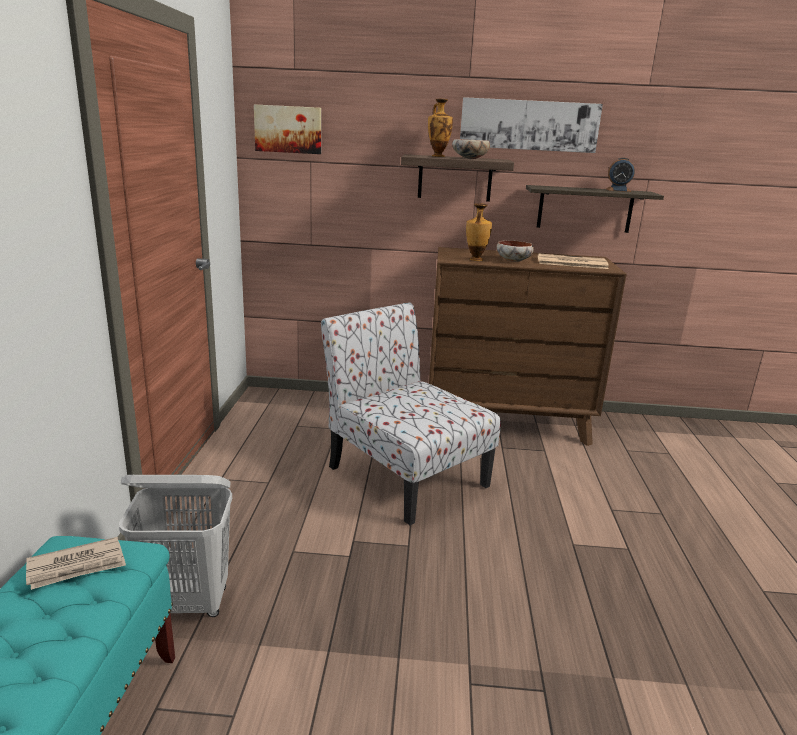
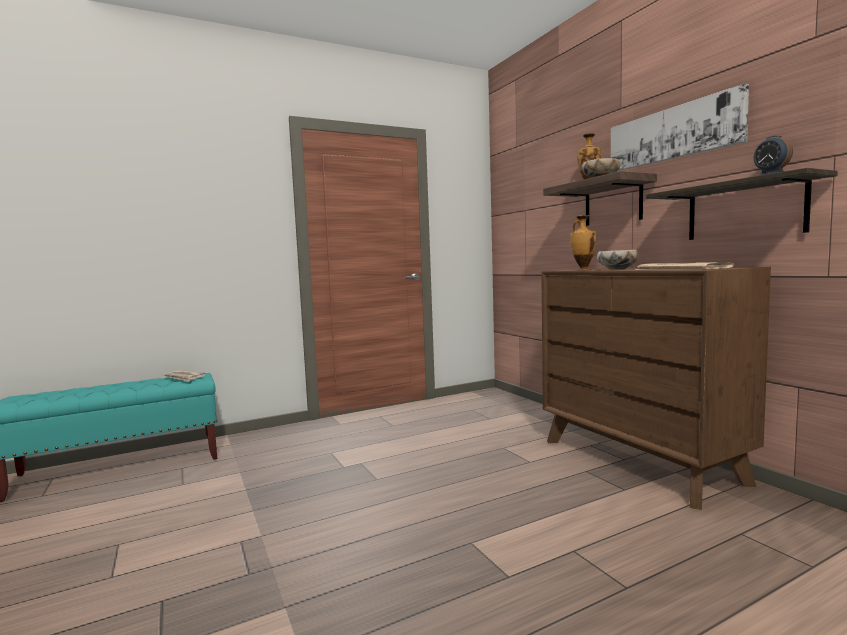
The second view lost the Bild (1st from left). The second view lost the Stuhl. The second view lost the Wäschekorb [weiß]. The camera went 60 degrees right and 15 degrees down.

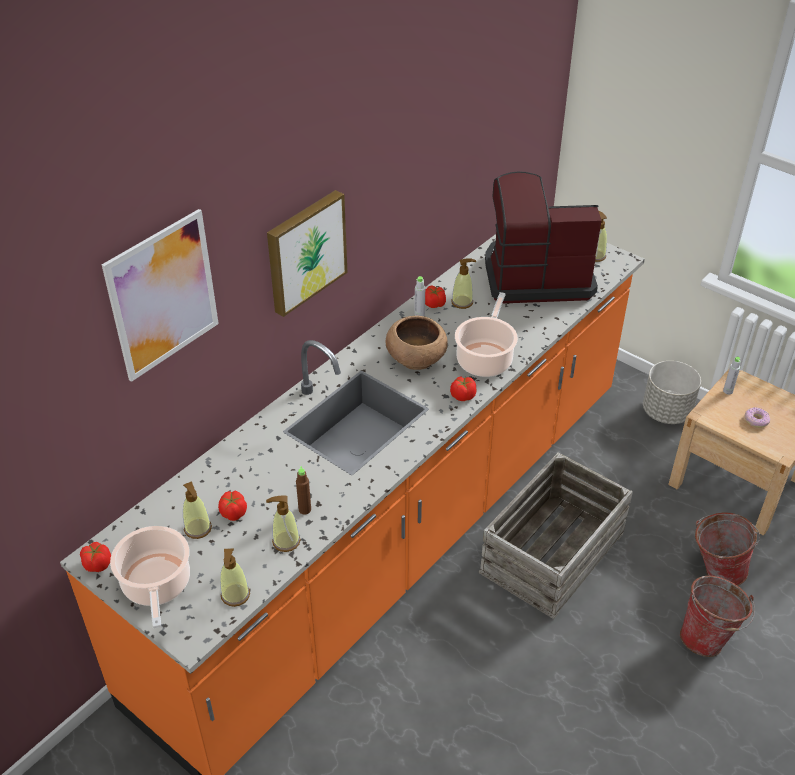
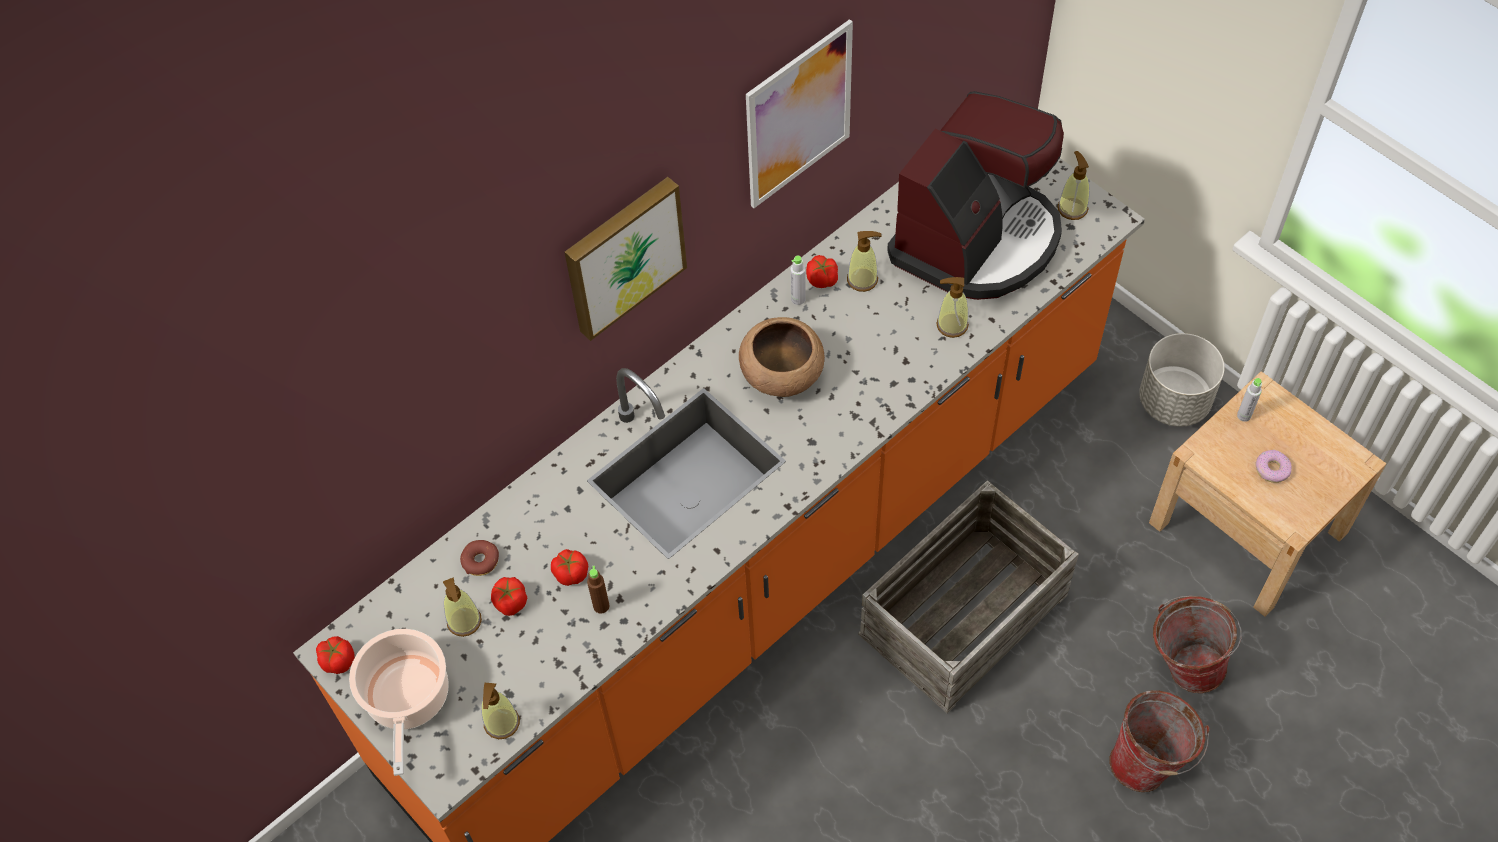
The Kaffeemaschine ended up facing another way, 120 degrees clockwise from before. The Bild (1st from left in the first image) ended up elsewhere. The second view lost the Kochtopf (2nd from left). The Tomate (4th from left in the first image) ended up elsewhere. The Seifenspender (3rd from left in the first image) ended up elsewhere. The second view gained the Donut (1st from left). The camera went 10 degrees right and 15 degrees up.

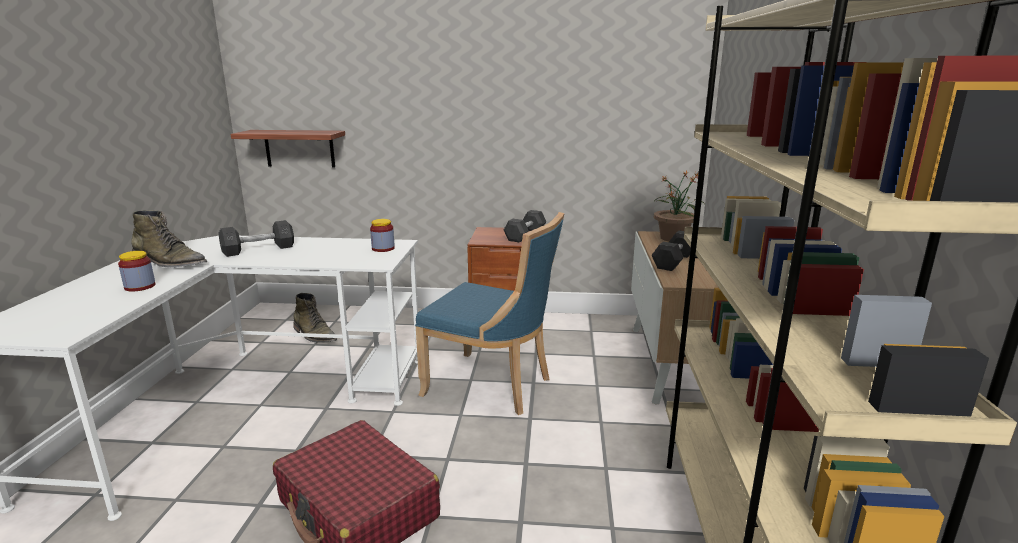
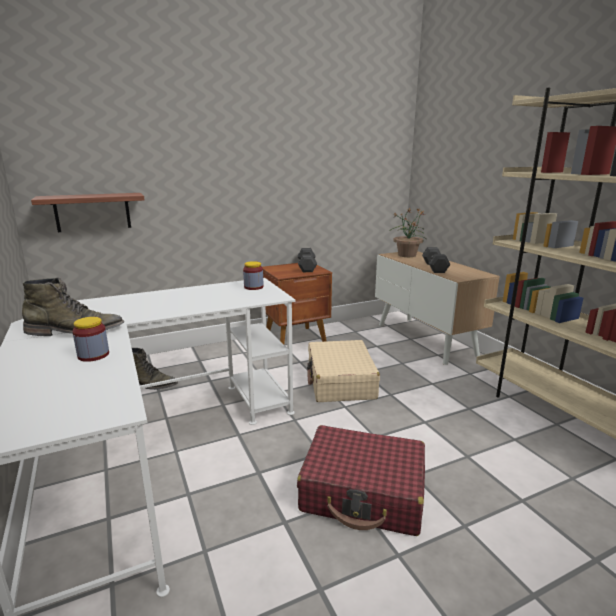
Where the Stuhl [blau] stood, the Koffer [beige] came to stand. The second view lost the Hantel [grau] (1st from left). The camera went 30 degrees left and 0 degrees up.

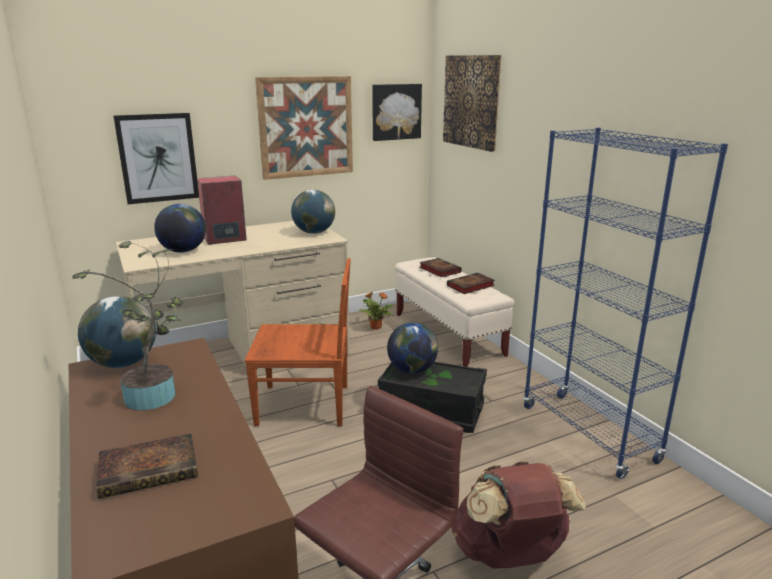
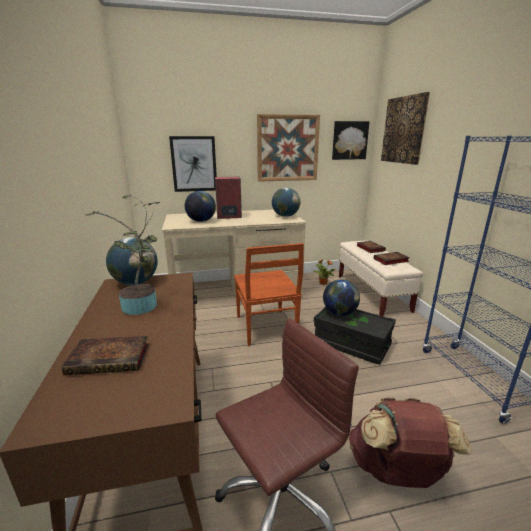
The Stuhl [braun] ended up facing another way, 60 degrees clockwise from before. The camera went 15 degrees right and 0 degrees up.

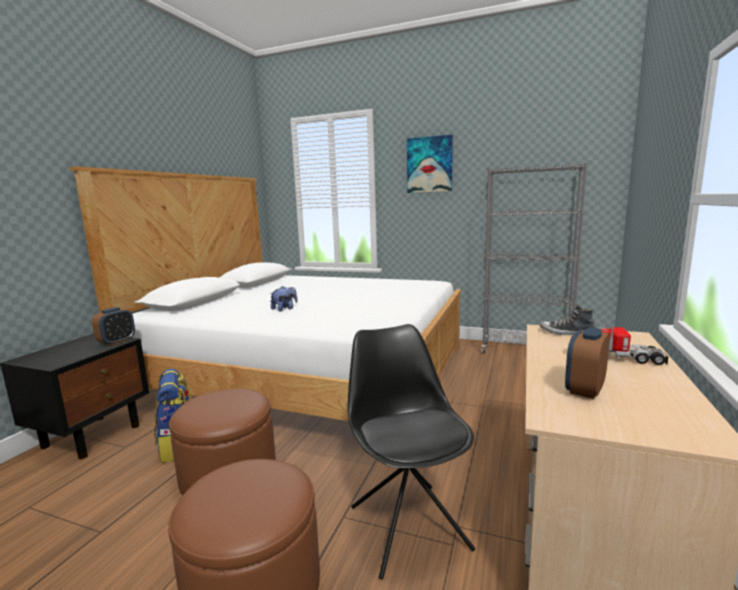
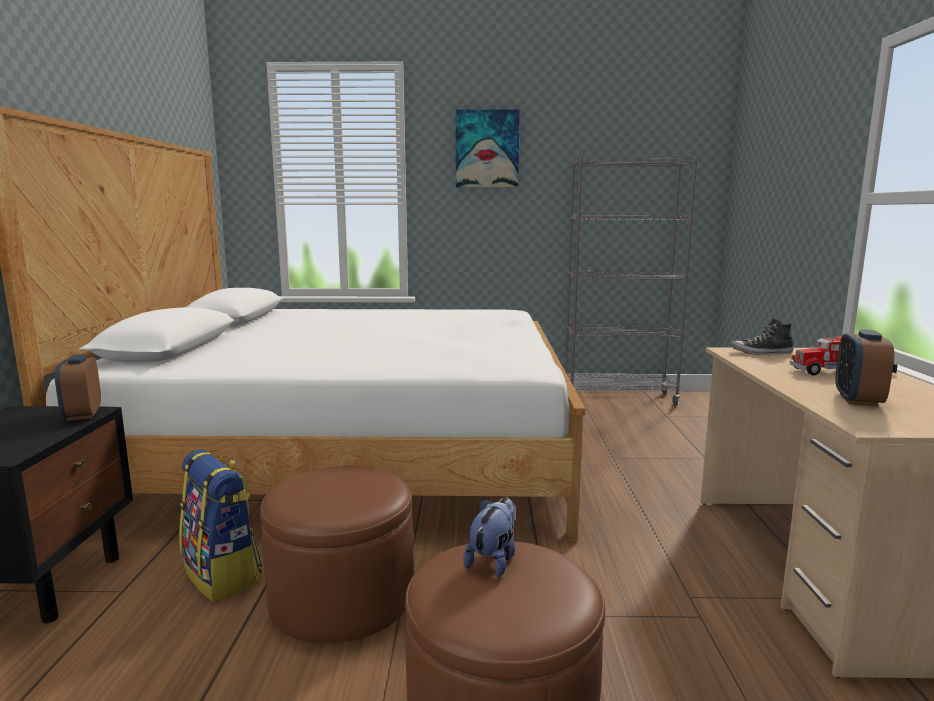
The Plüschtier ended up elsewhere. The Wecker (1st from left) ended up facing another way, 150 degrees clockwise from before. The second view lost the Stuhl [schwarz]. The camera went 20 degrees left and 0 degrees up.

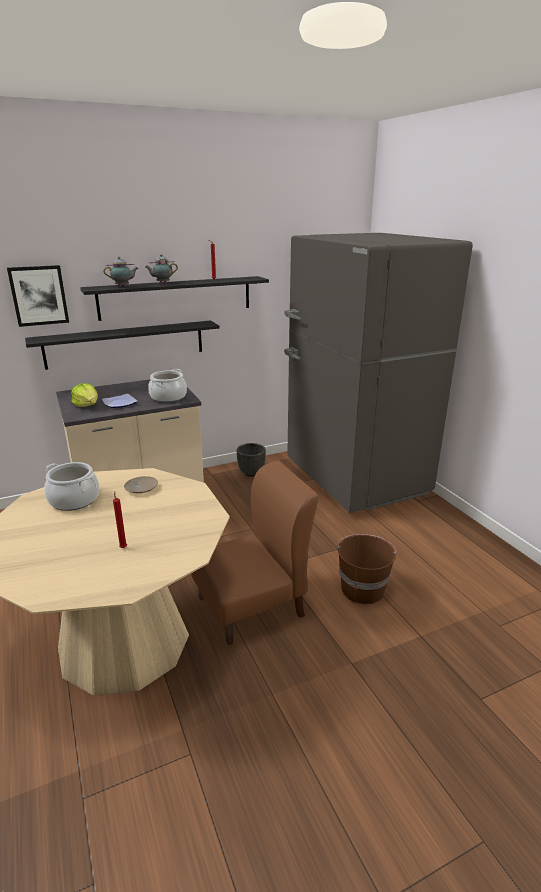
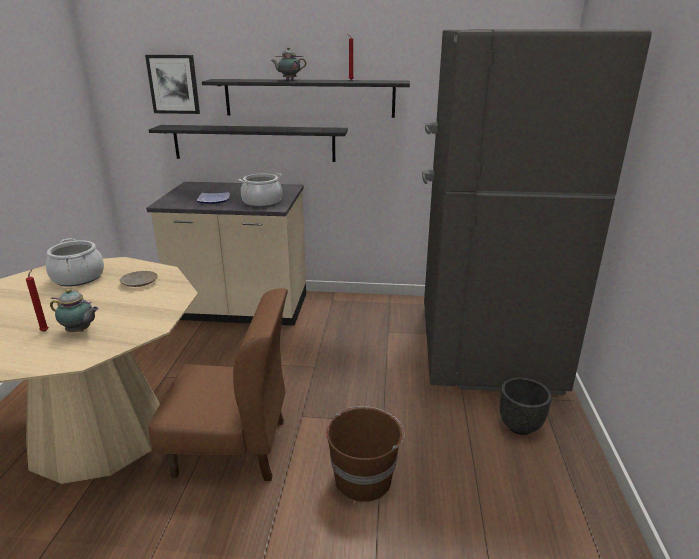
The Teekanne (1st from left) ended up elsewhere. The second view lost the Salatkopf. The Pflanzkübel [schwarz] ended up elsewhere. The camera went 30 degrees right and 0 degrees up.

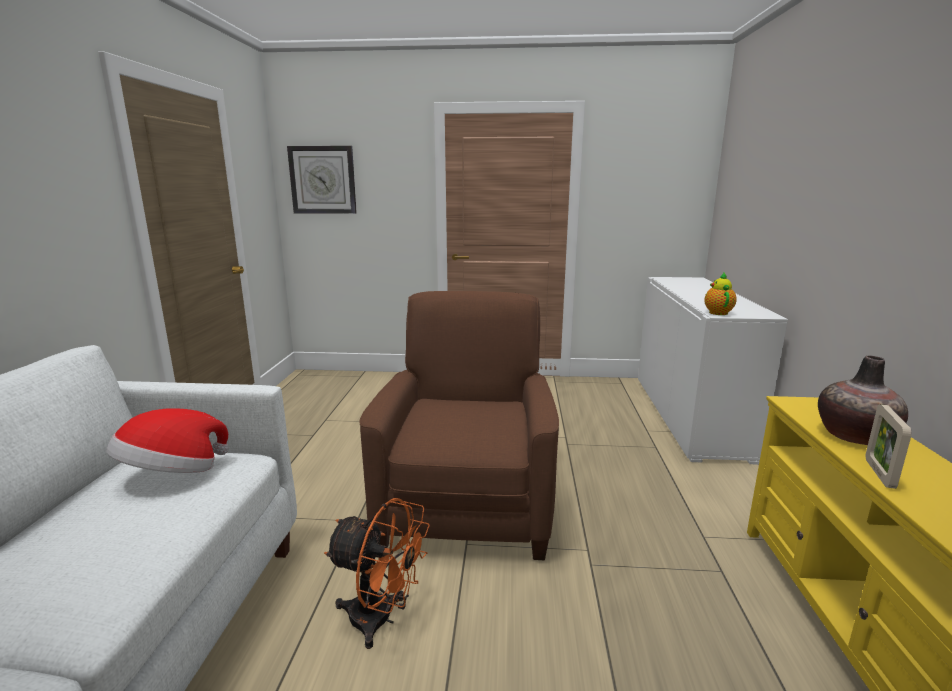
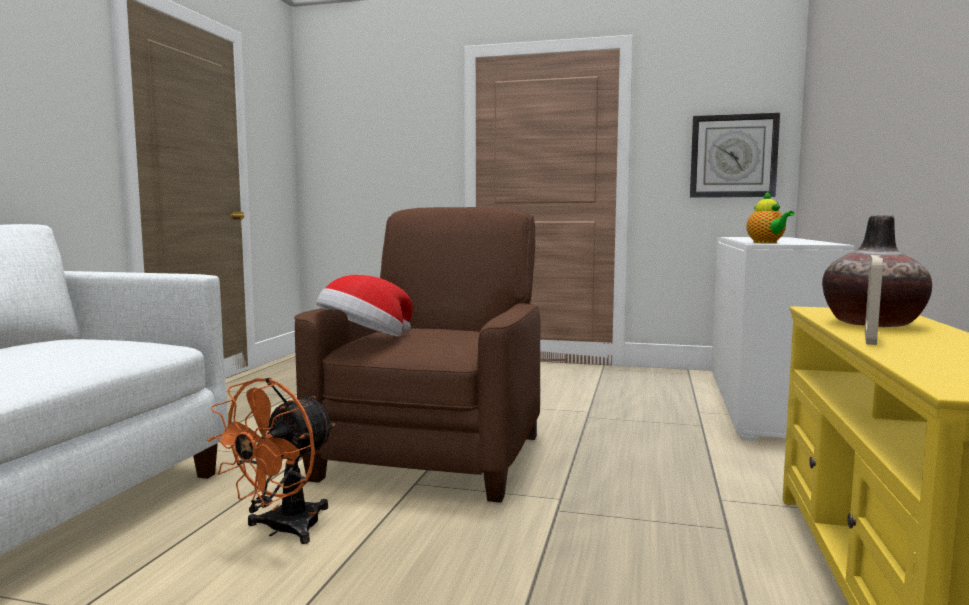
The Wanduhr ended up elsewhere. The Teekanne ended up facing another way, 150 degrees clockwise from before. The Hut ended up elsewhere. The Ventilator [orange] ended up facing another way, 90 degrees clockwise from before. The camera went 10 degrees right and 10 degrees down.

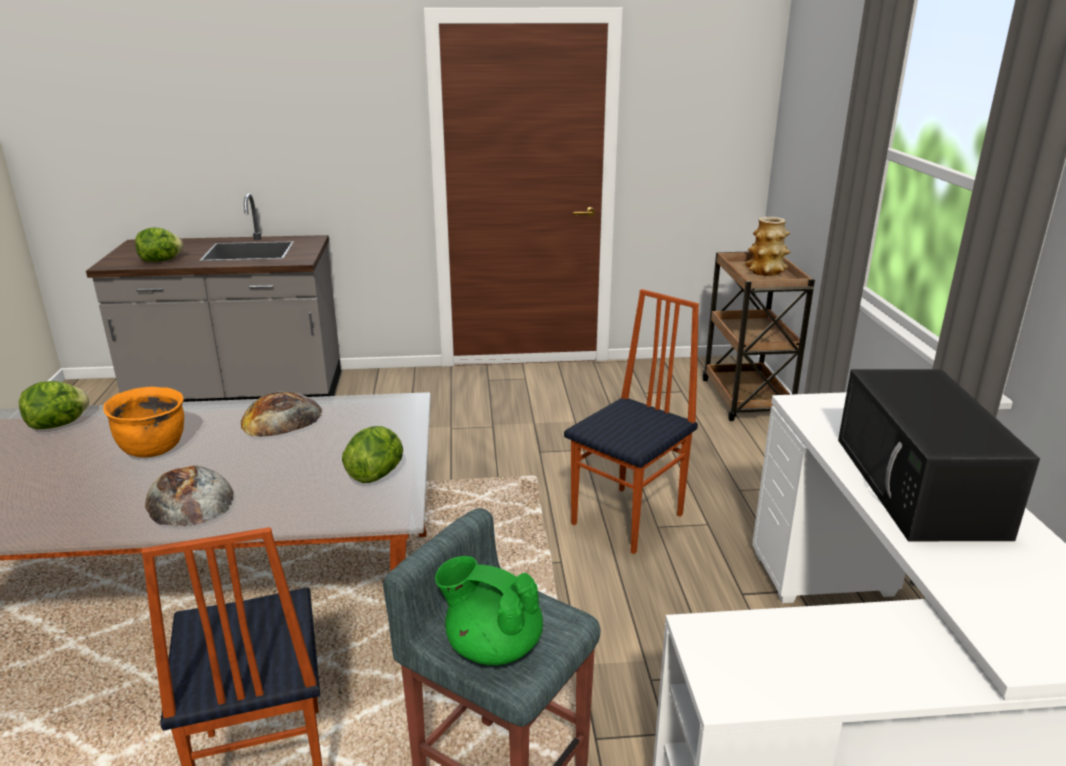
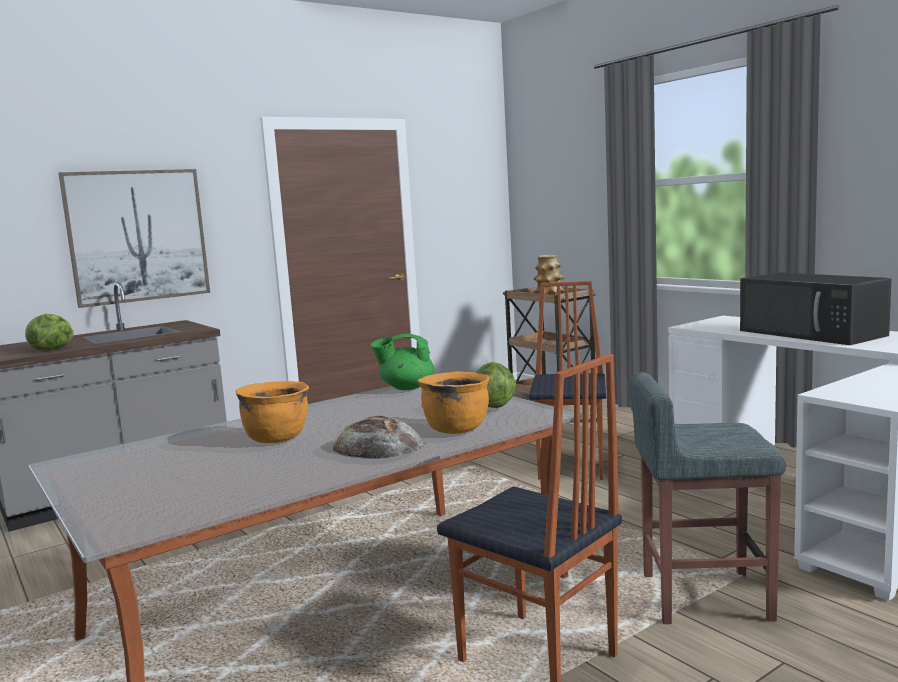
The second view lost the Salatkopf (1st from left). The second view lost the Brot (2nd from left). The Teekanne [grün] ended up elsewhere. The second view gained the Bild. The second view gained the Kochtopf [orange] (2nd from left). The camera went 30 degrees left and 15 degrees down.

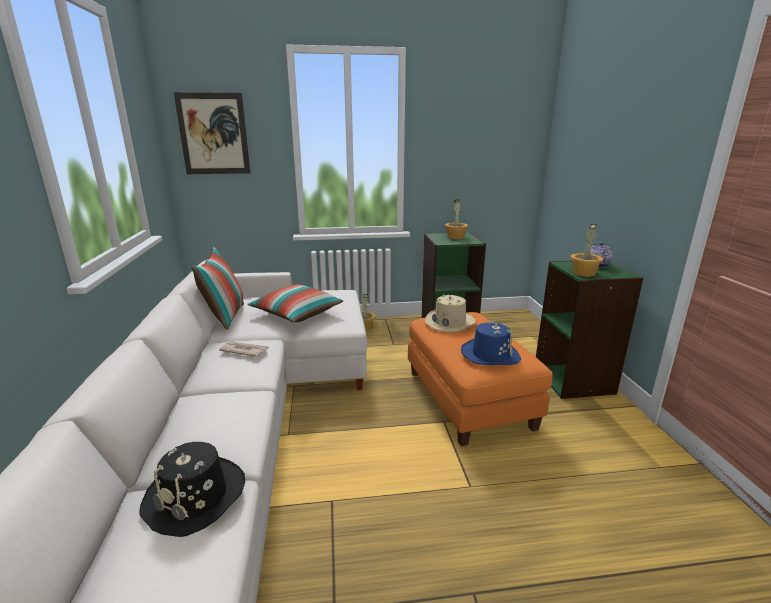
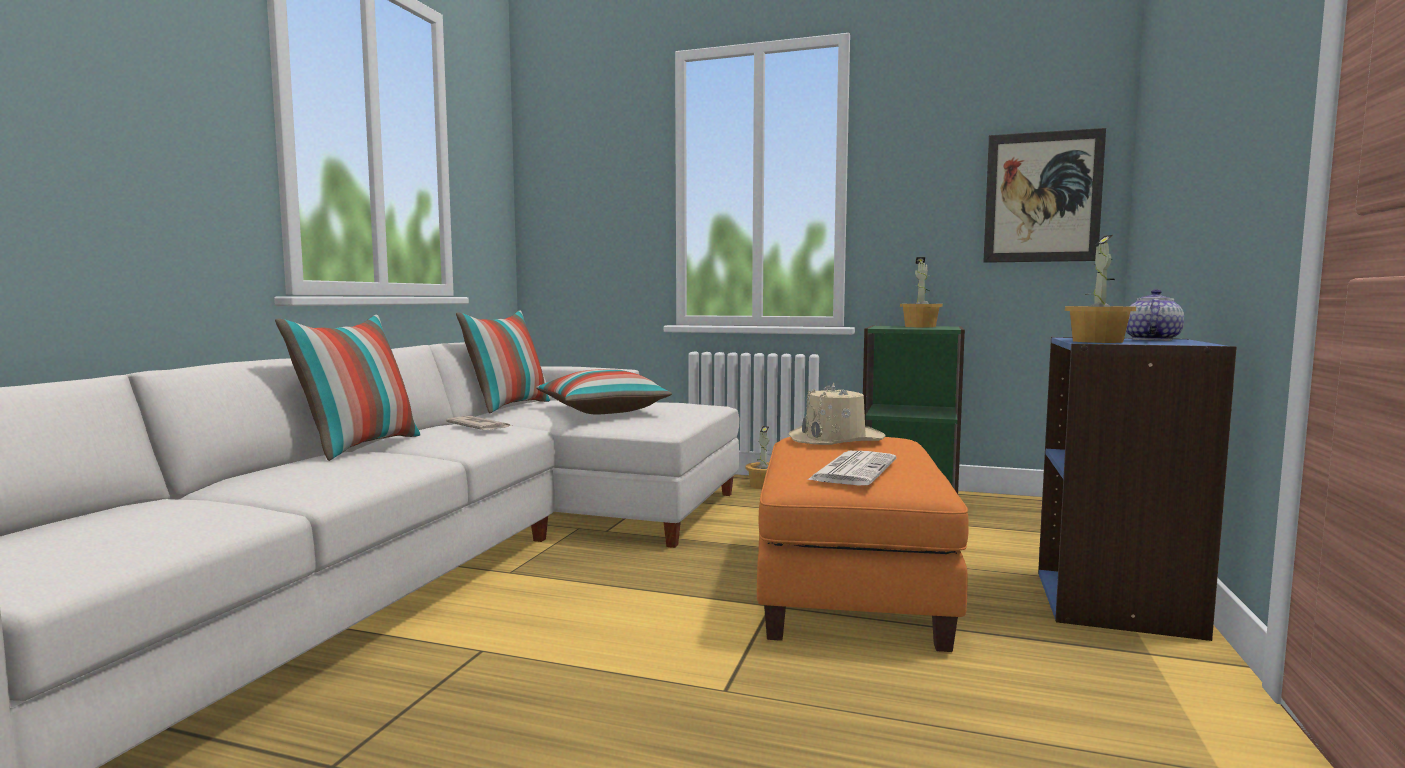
The Bild ended up elsewhere. What was the Bücherregal [grün] (2nd from left) turned into the Bücherregal [blau]. Where the Hut [blau] stood, the Zeitung (2nd from left) came to stand. The second view lost the Hut [schwarz]. The second view gained the Kissen (1st from left). The camera went 25 degrees right and 15 degrees down.

